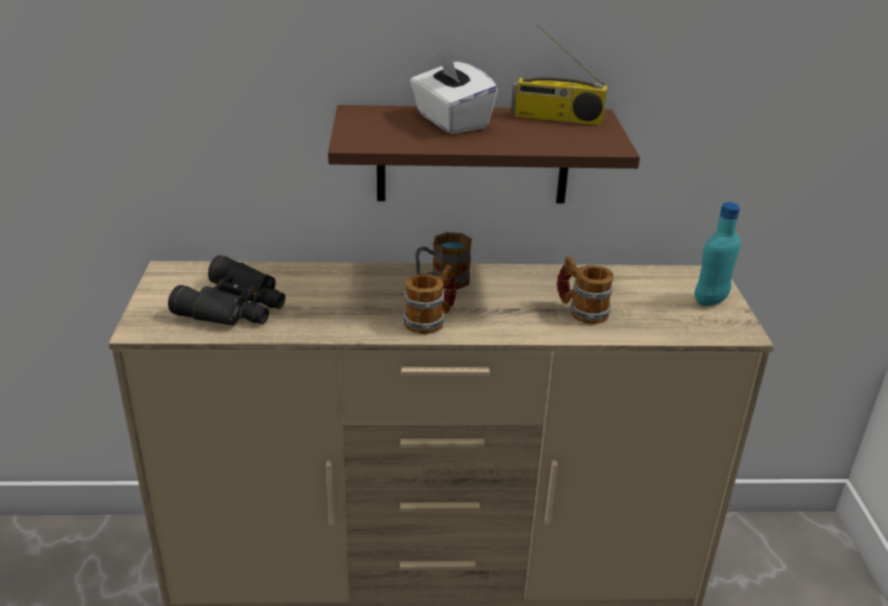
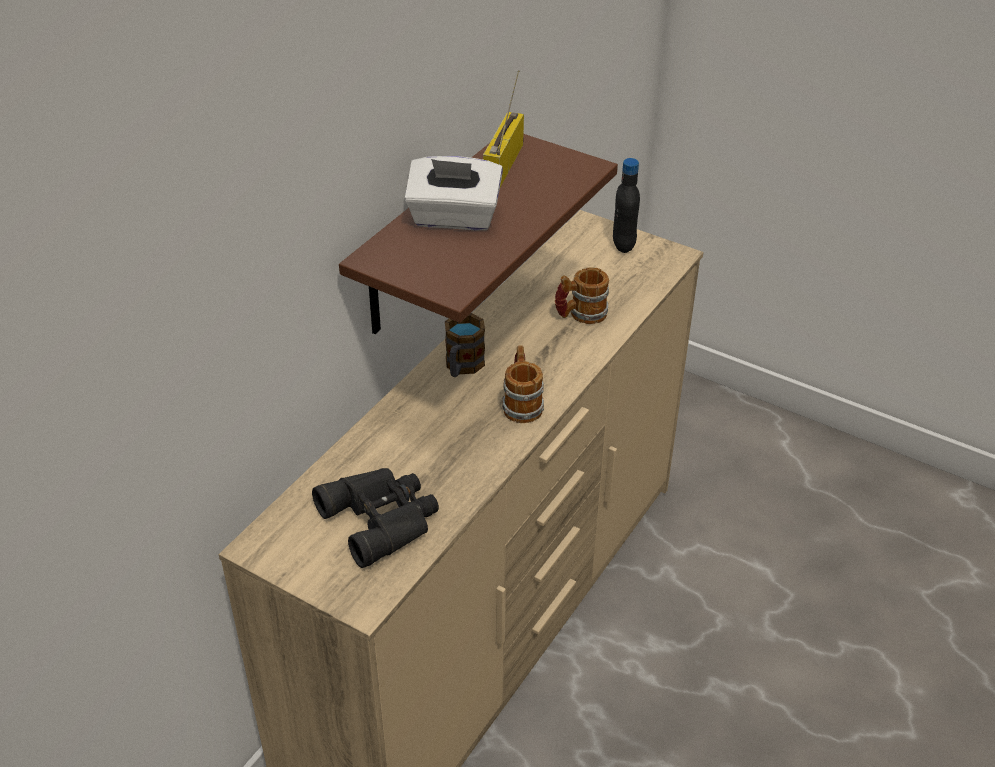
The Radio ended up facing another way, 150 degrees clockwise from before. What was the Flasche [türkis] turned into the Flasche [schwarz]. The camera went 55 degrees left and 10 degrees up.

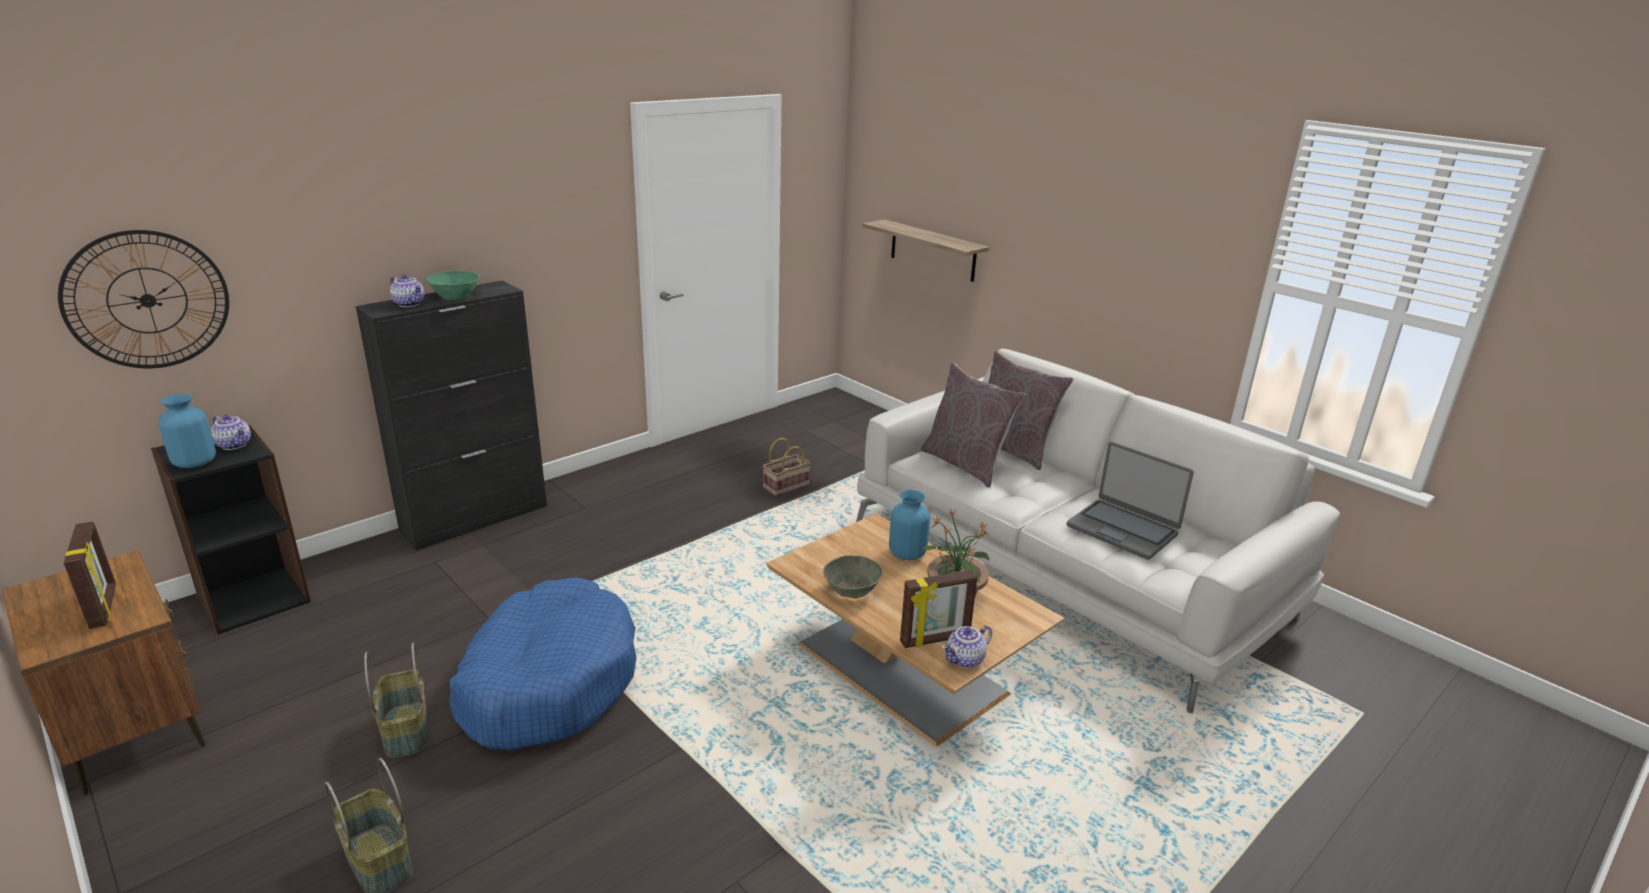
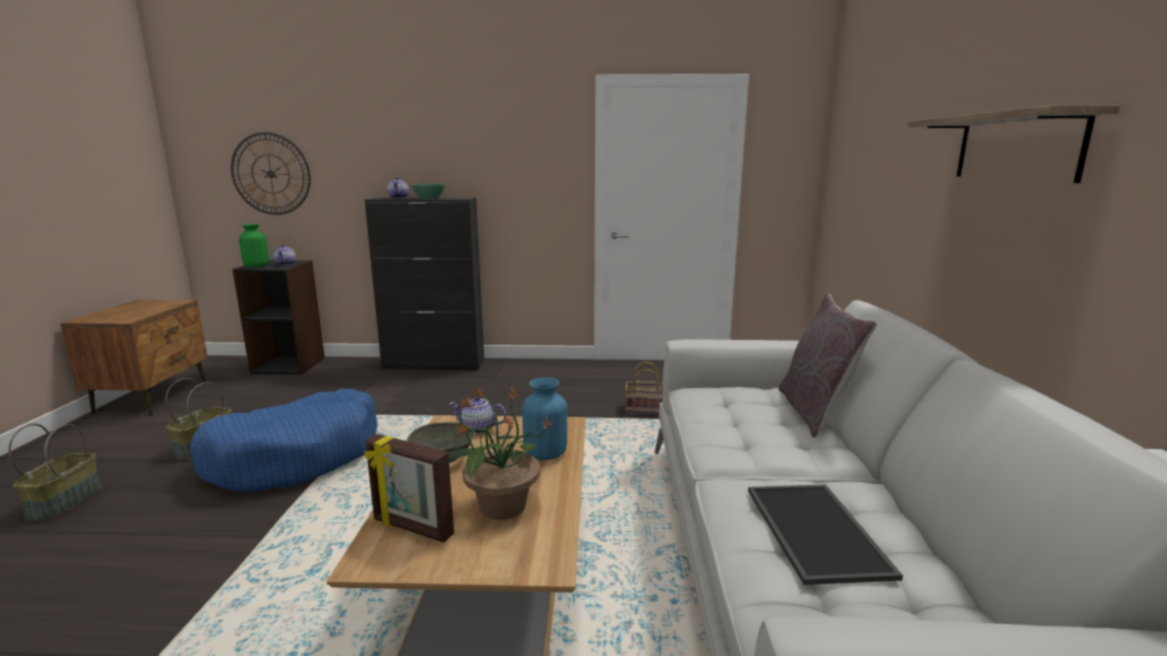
The Wandregal ended up elsewhere. The second view lost the Kissen [grau] (1st from left). What was the Vase [blau] (1st from left) turned into the Vase [grün]. Where the Laptop stood, the Tablett came to stand. The second view lost the Bilderrahmen (1st from left). The Teekanne (3rd from left) ended up elsewhere. The camera went 45 degrees right and 10 degrees down.

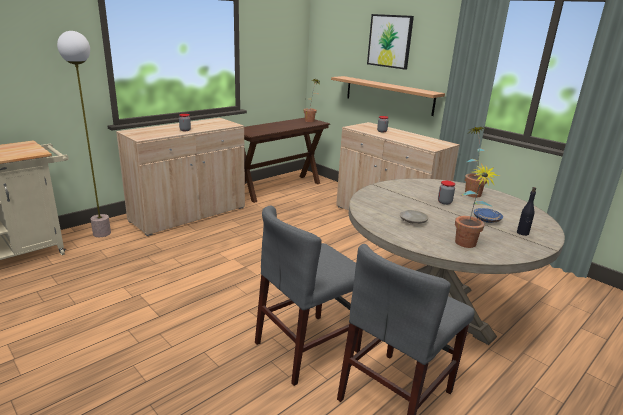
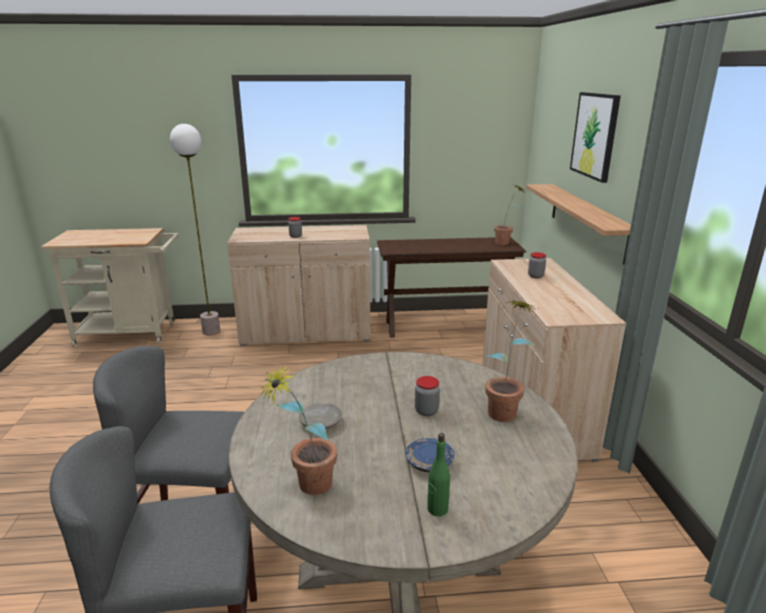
What was the Flasche [schwarz] turned into the Flasche [grün]. The camera went 40 degrees right and 0 degrees up.

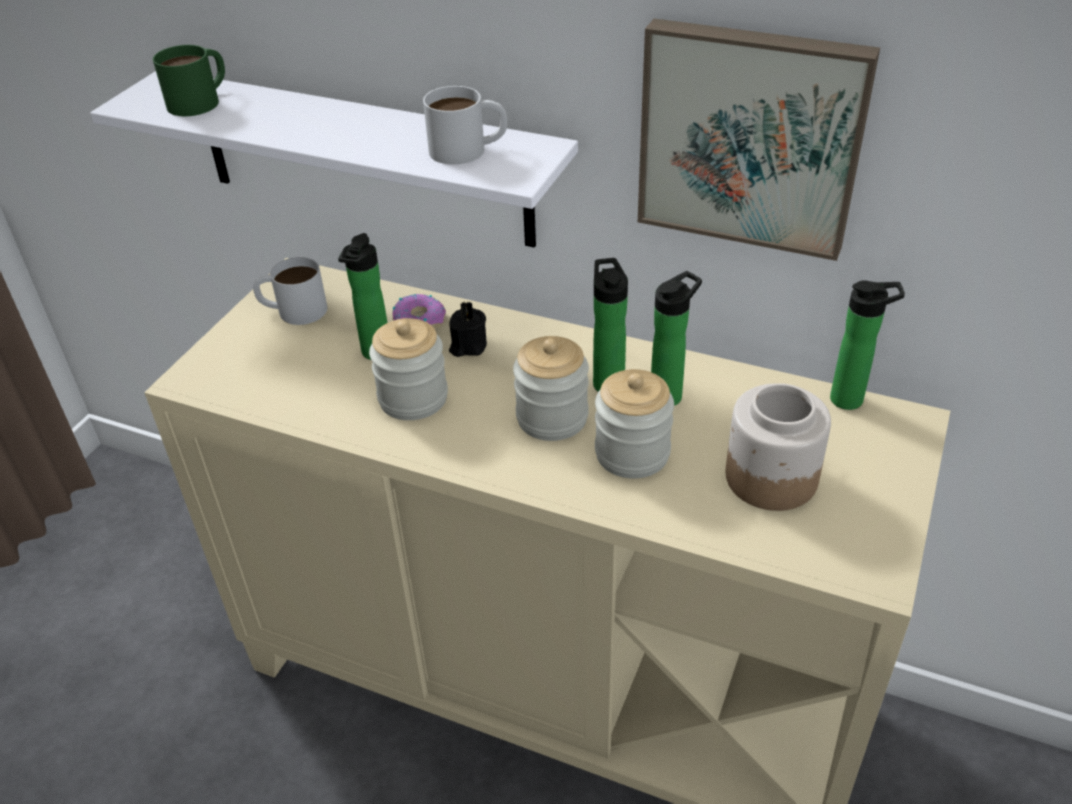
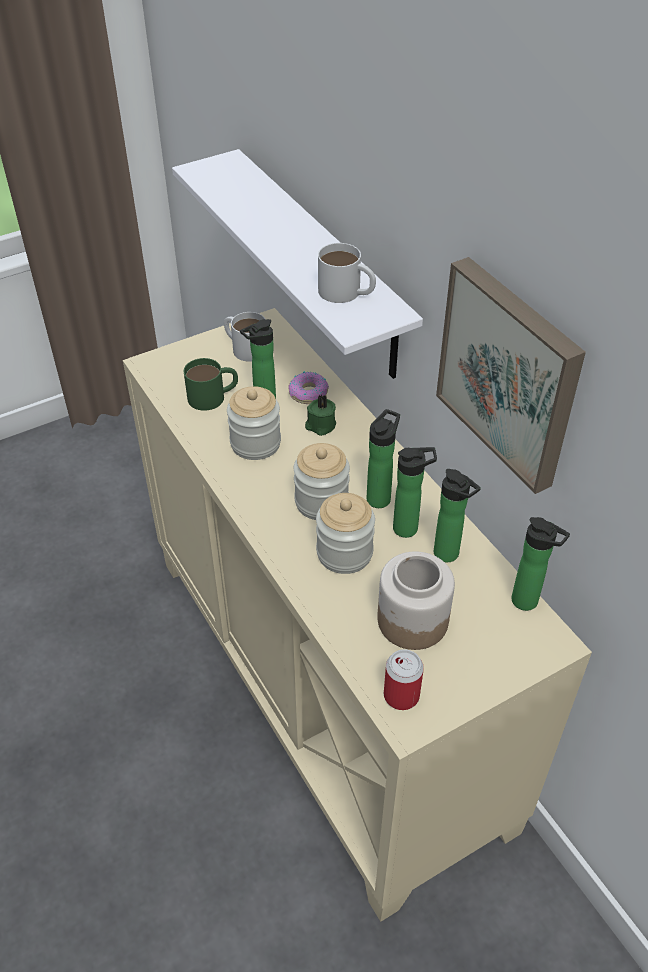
The Henkelbecher [grün] ended up elsewhere. What was the Kerze [schwarz] turned into the Kerze [grün]. The second view gained the Flasche (4th from left). The second view gained the Dose. The camera went 35 degrees right and 5 degrees up.

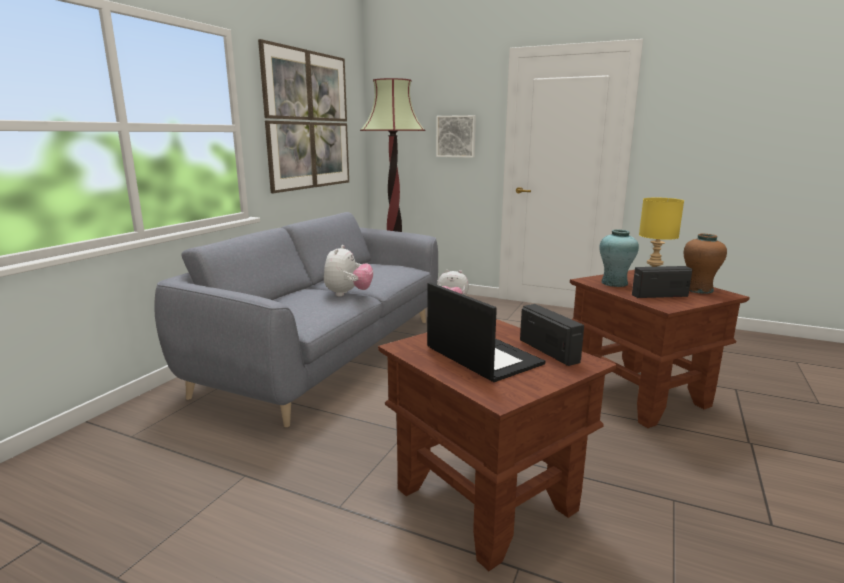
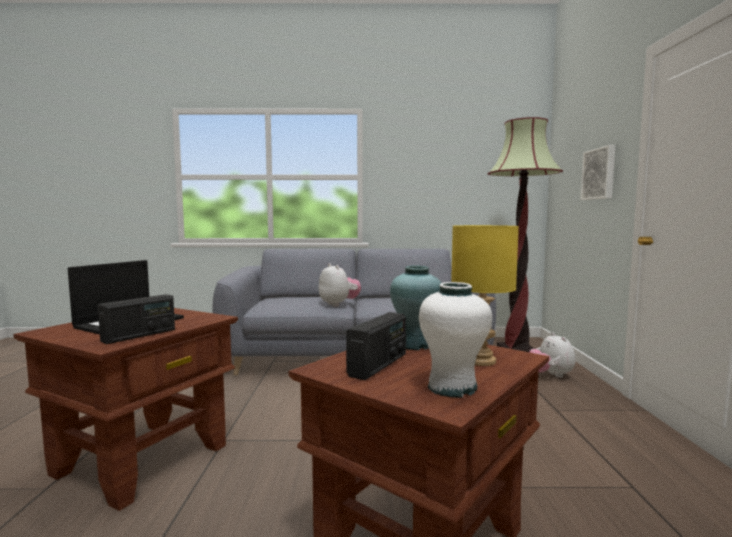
The second view lost the Bild (1st from left). What was the Vase [braun] turned into the Vase [weiß]. The Plüschtier (1st from left) ended up facing another way, 105 degrees counterclockwise from before. The Radio (2nd from left) ended up facing another way, 60 degrees clockwise from before. The camera went 65 degrees right and 10 degrees down.

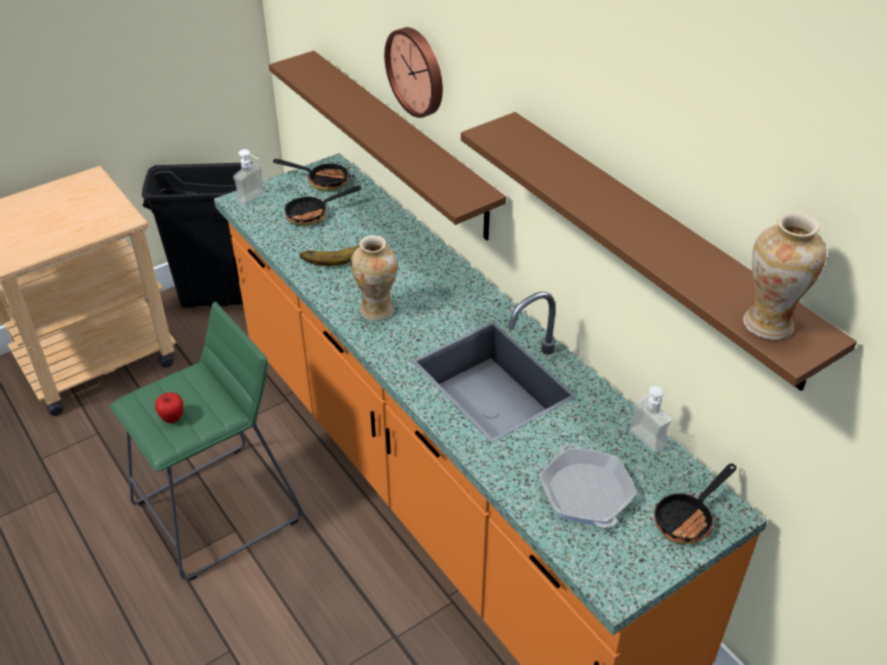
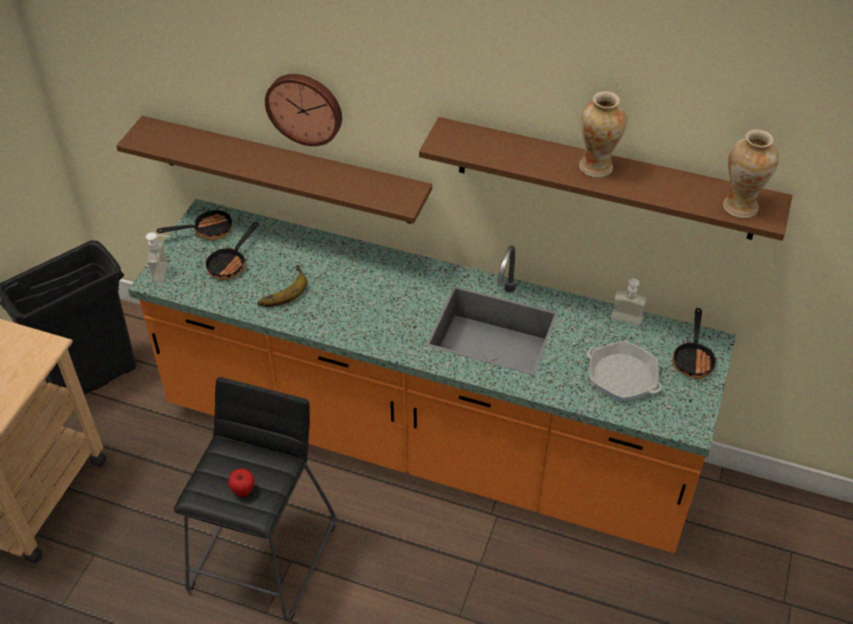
The Vase (1st from left) ended up elsewhere. What was the Hocker [grün] turned into the Hocker [schwarz]. The camera went 35 degrees left and 5 degrees up.

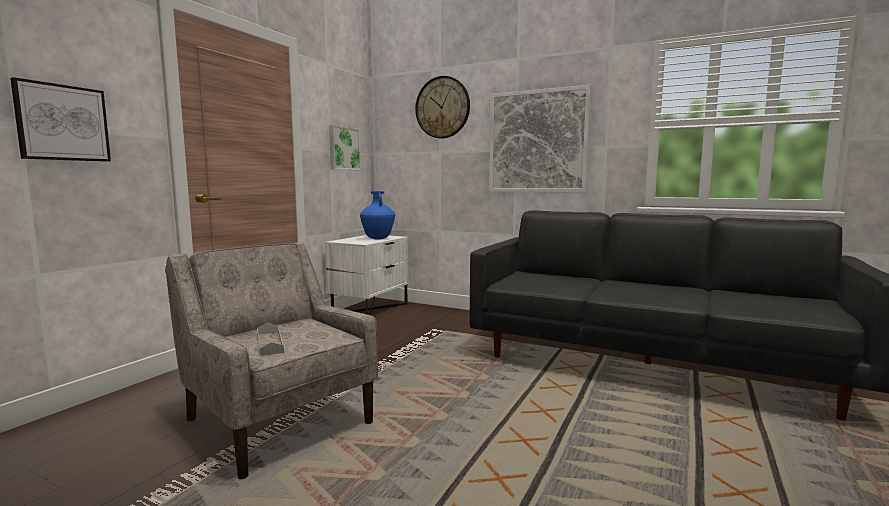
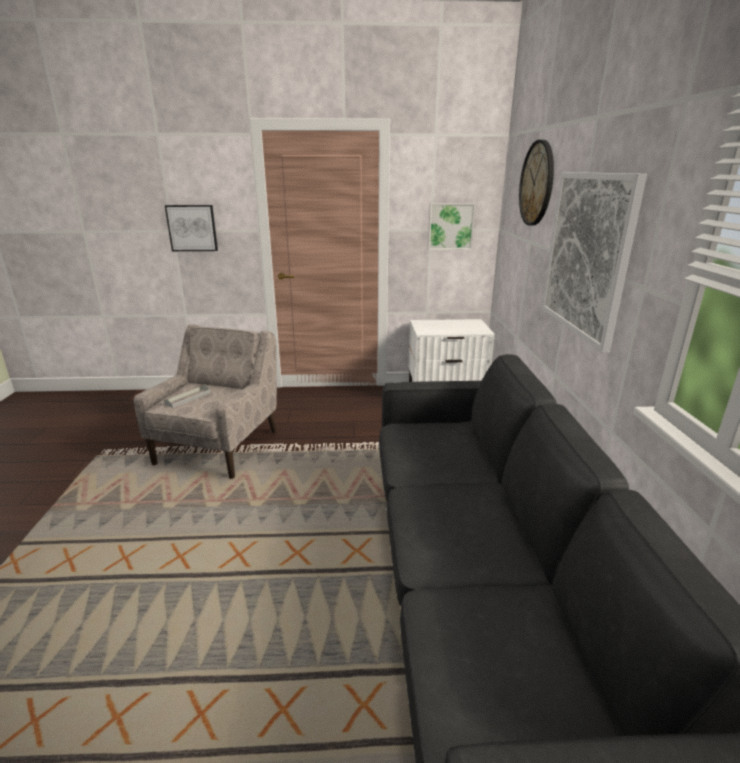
The second view lost the Vase [blau]. The camera went 60 degrees right and 15 degrees up.

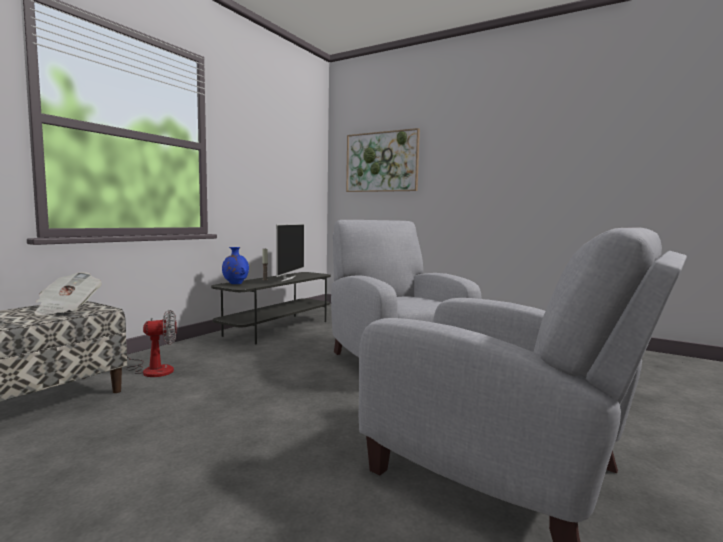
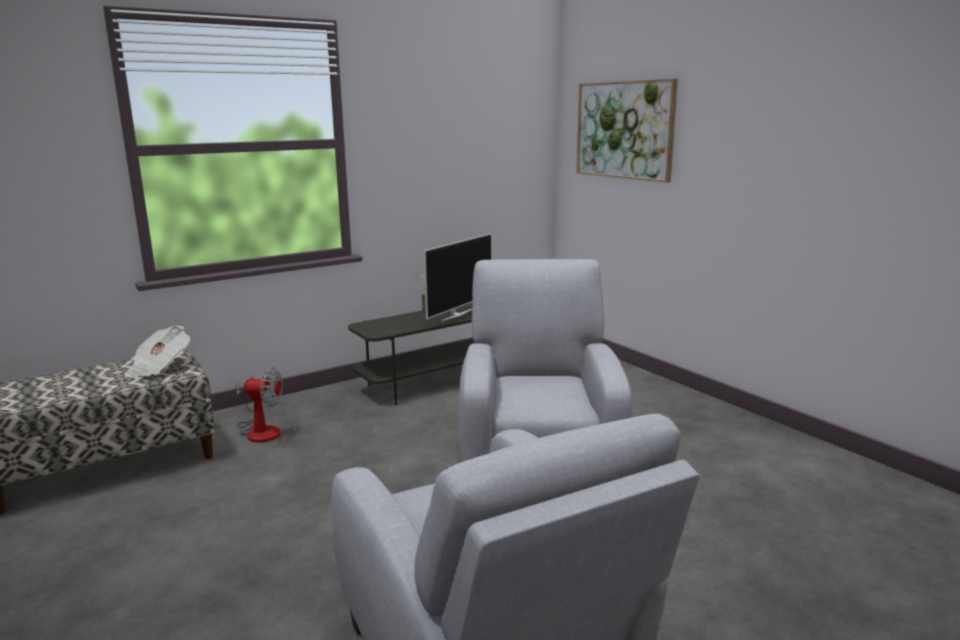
The second view lost the Vase [blau]. The camera went 25 degrees right and 10 degrees up.

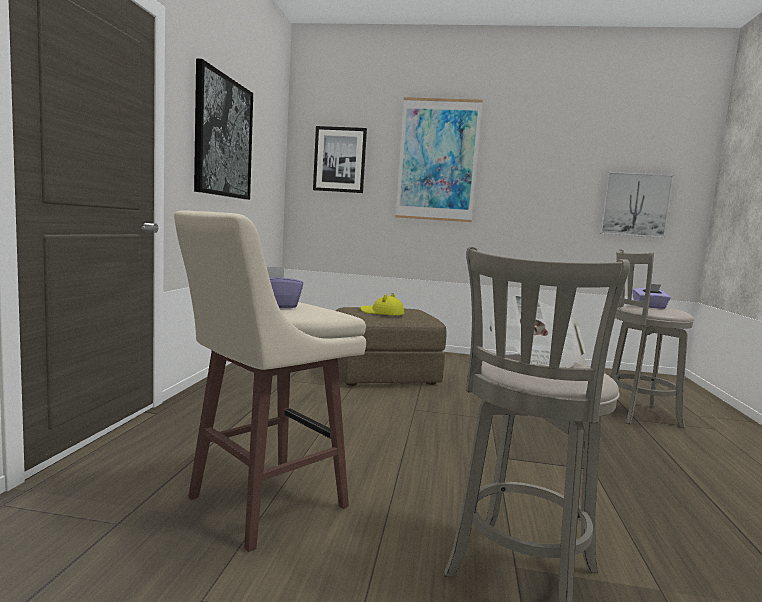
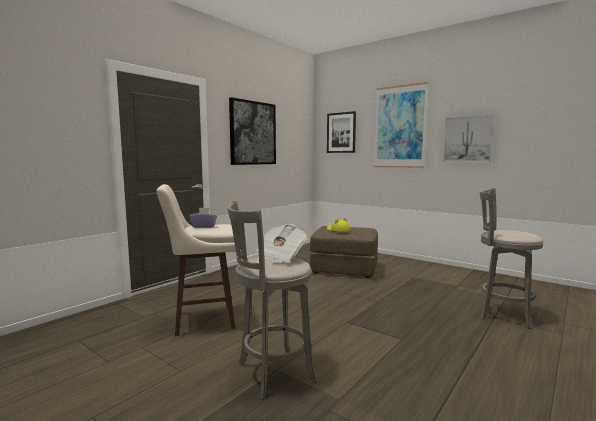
The Bild (4th from left) ended up elsewhere. The second view lost the Taschentuchbox [lila] (2nd from left). The camera went 30 degrees right and 0 degrees up.

